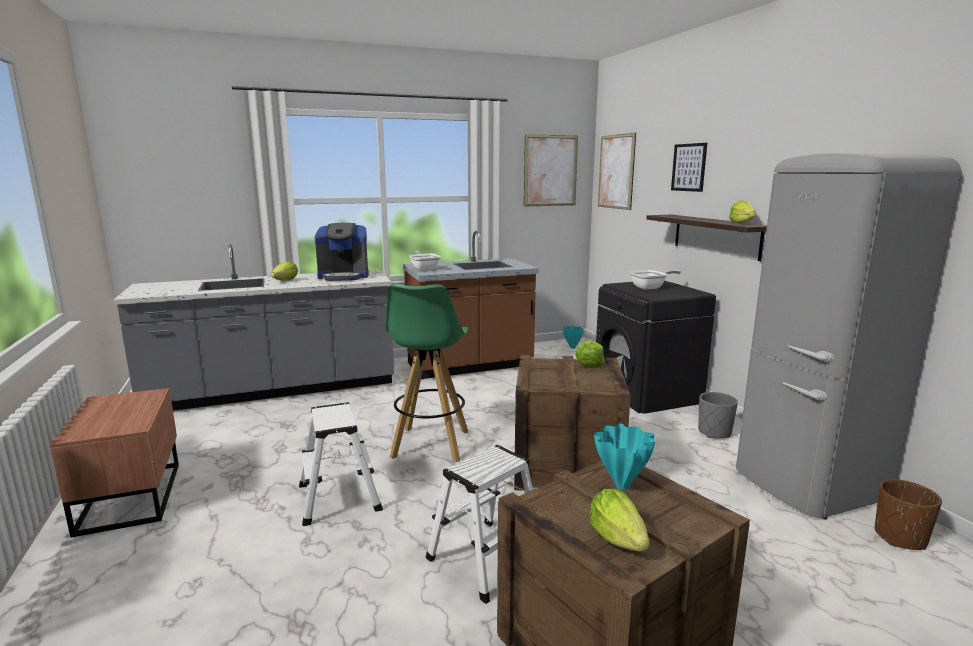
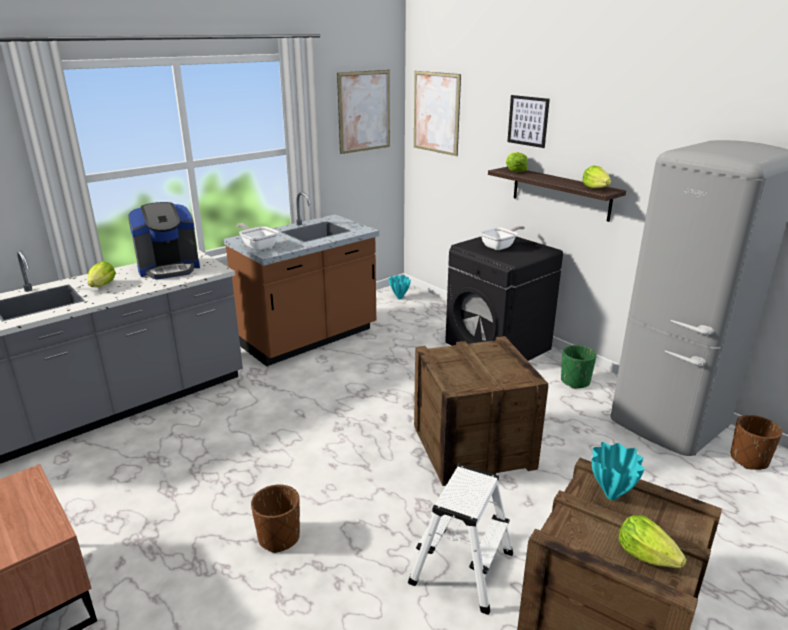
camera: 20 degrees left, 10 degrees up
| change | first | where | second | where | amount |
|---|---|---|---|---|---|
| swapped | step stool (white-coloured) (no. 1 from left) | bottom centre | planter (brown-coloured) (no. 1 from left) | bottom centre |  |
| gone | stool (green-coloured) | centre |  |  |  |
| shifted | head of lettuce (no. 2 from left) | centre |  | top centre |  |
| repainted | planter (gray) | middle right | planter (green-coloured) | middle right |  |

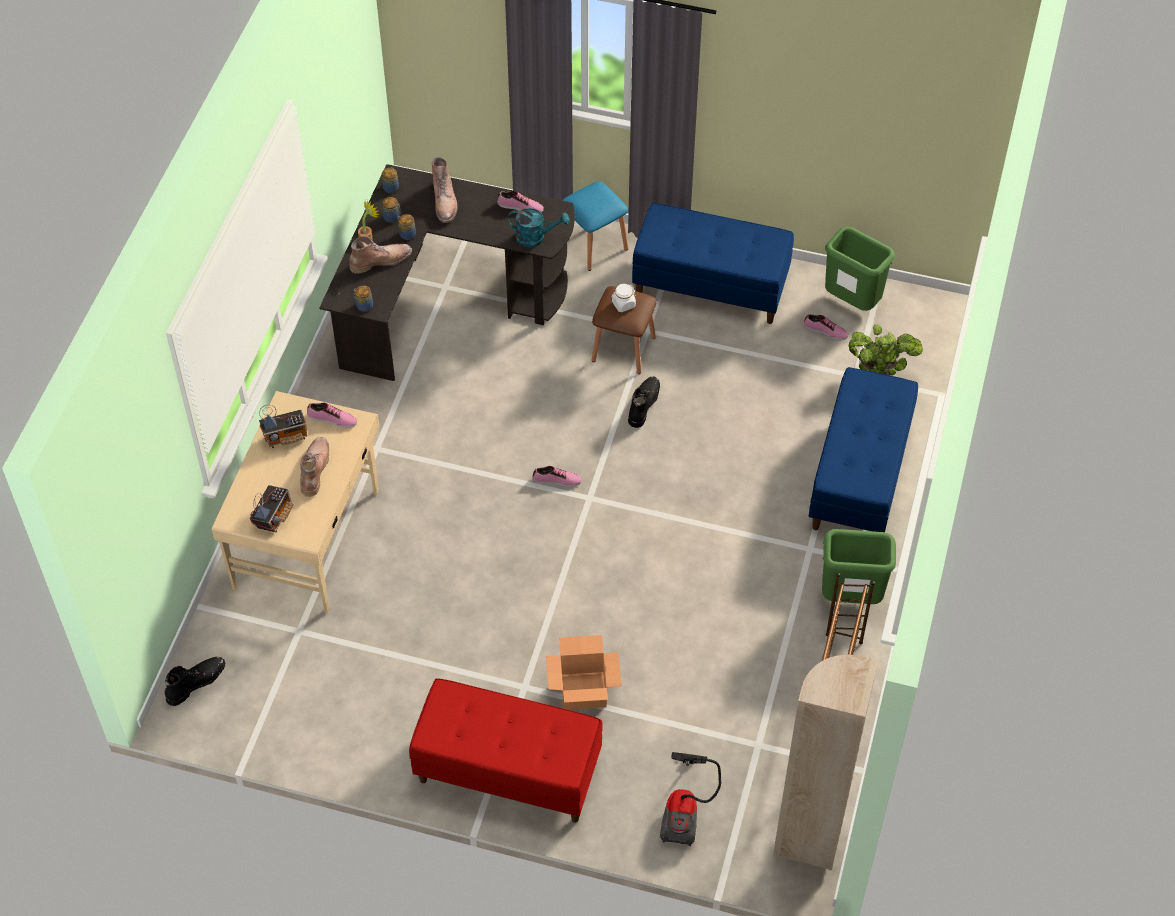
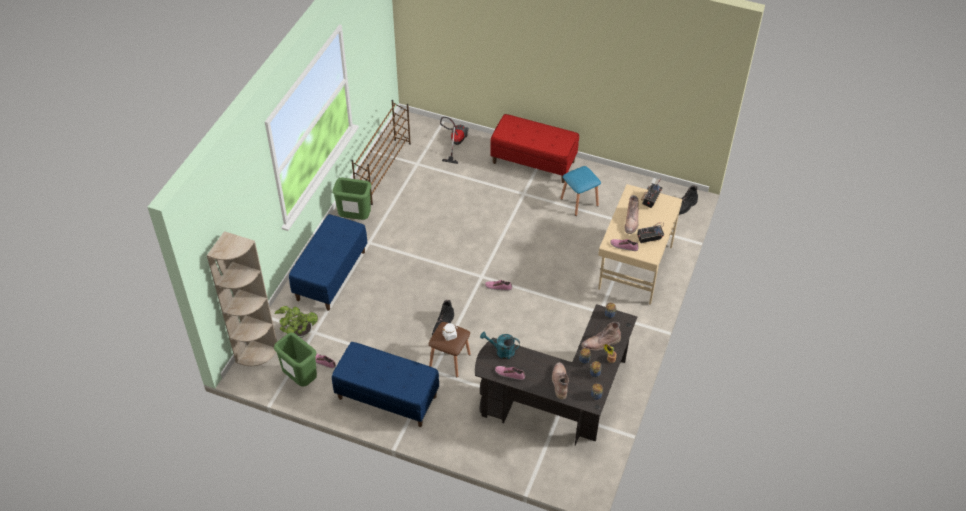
camera: 175 degrees left, 5 degrees down
| change | first | where | second | where | amount |
|---|---|---|---|---|---|
| gone | carton | bottom centre |  |  |  |
| shifted | stool (bluish) | top centre |  | centre |  |
| shifted | bookshelf (beige-coloured) | bottom right |  | middle left |  |

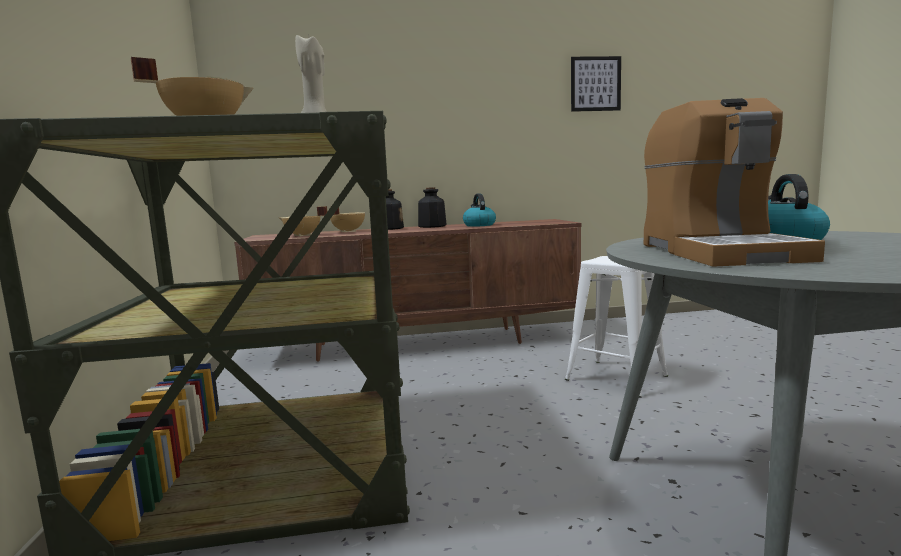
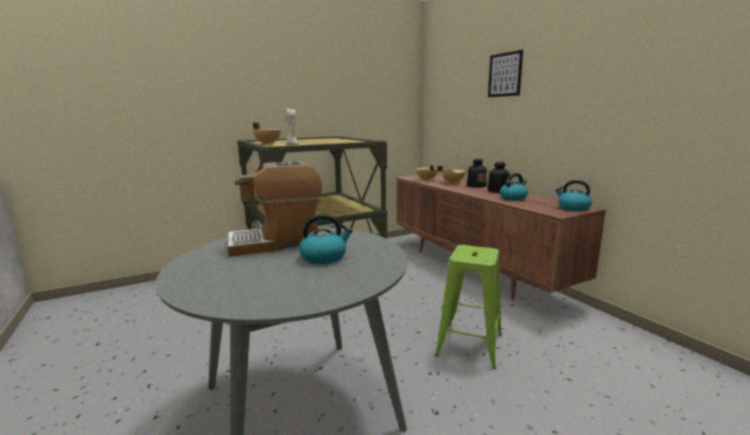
camera: 70 degrees right, 5 degrees up
| change | first | where | second | where | amount |
|---|---|---|---|---|---|
| repainted | stool (white-coloured) | middle right | stool (green-coloured) | bottom centre |  |
| shifted | picture | top centre |  | top right |  |
| new |  |  | tea kettle (no. 3 from left) | middle right |  |

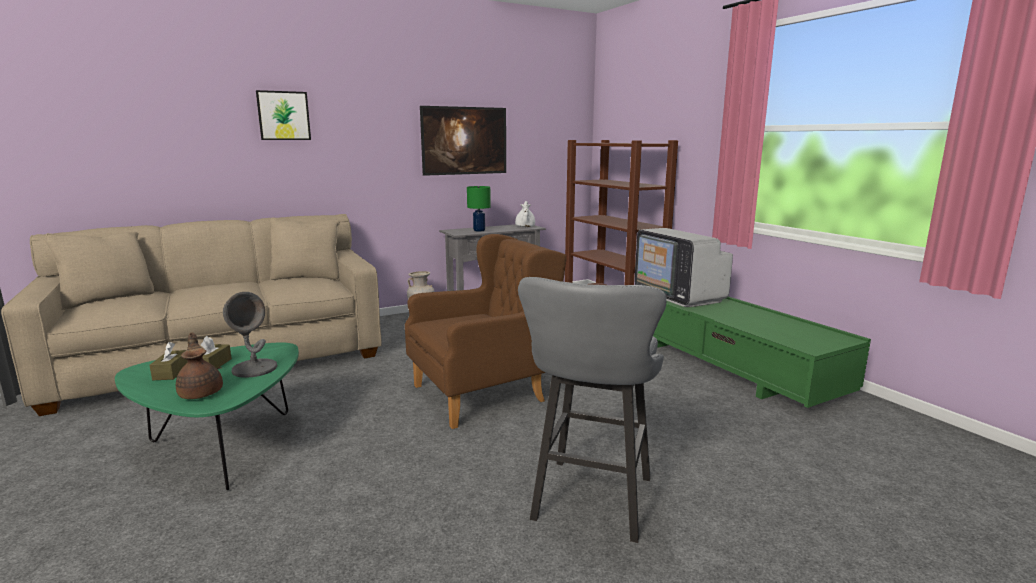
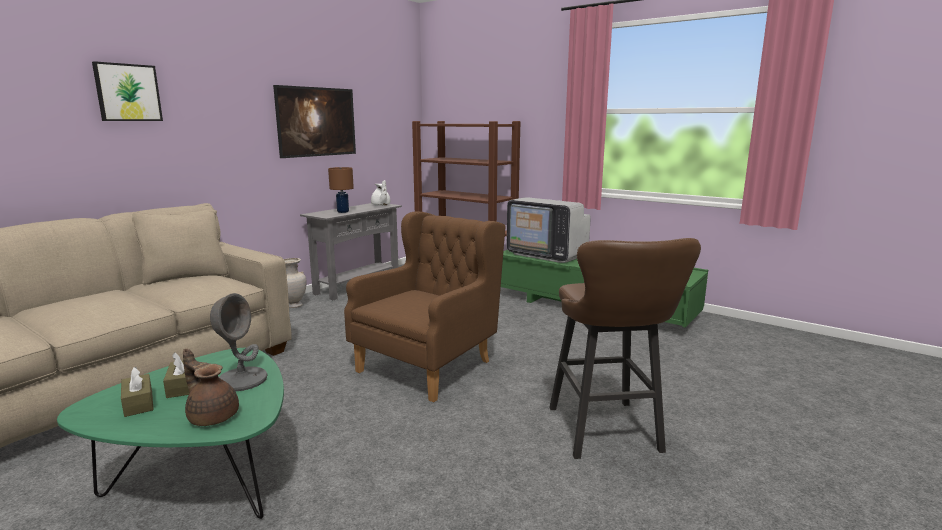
camera: 25 degrees left, 0 degrees up
| change | first | where | second | where | amount |
|---|---|---|---|---|---|
| repainted | tabletop lamp (green-coloured) | centre | tabletop lamp (brown-coloured) | centre |  |
| repainted | stool (gray) | bottom centre | stool (brown-coloured) | centre |  |

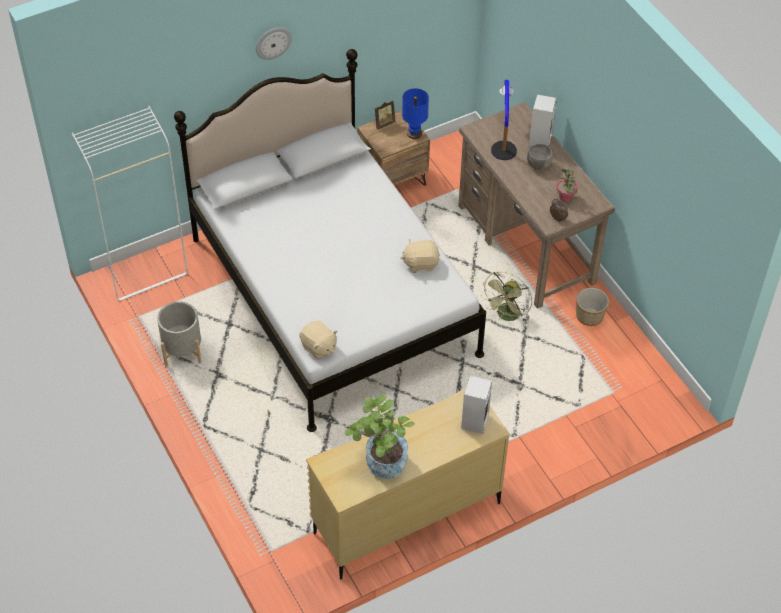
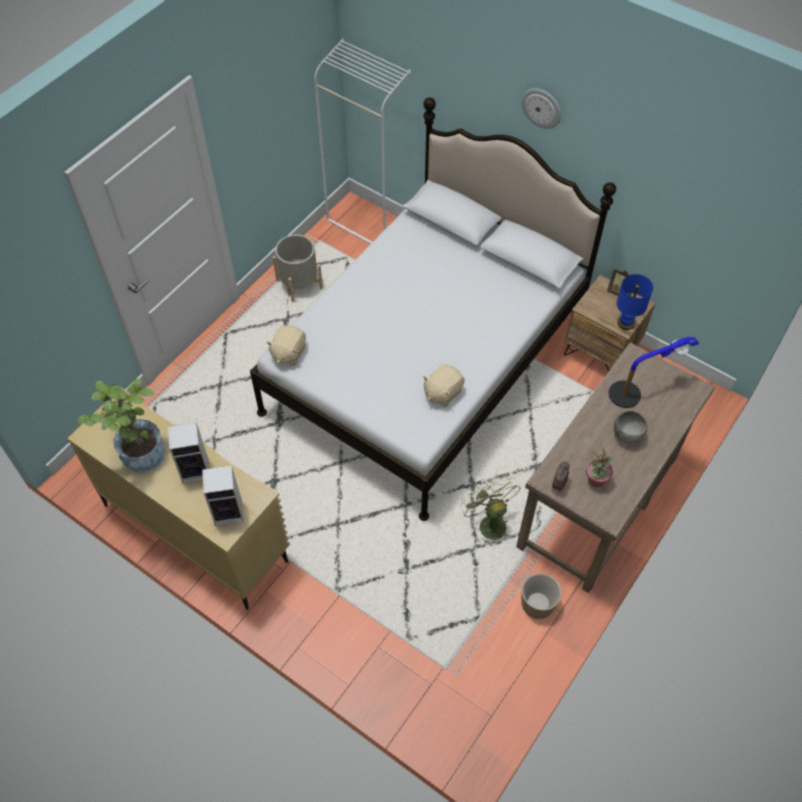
camera: 65 degrees right, 5 degrees up
| change | first | where | second | where | amount |
|---|---|---|---|---|---|
| rotated | soft toy (beige-coloured) (no. 2 from left) | centre |  | centre | 105 degrees counterclockwise |
| rotated | fan (green-coloured) | centre |  | centre | 60 degrees clockwise |
| shifted | speaker (no. 2 from left in the first image) | top right | speaker (no. 1 from left) | middle left |  |

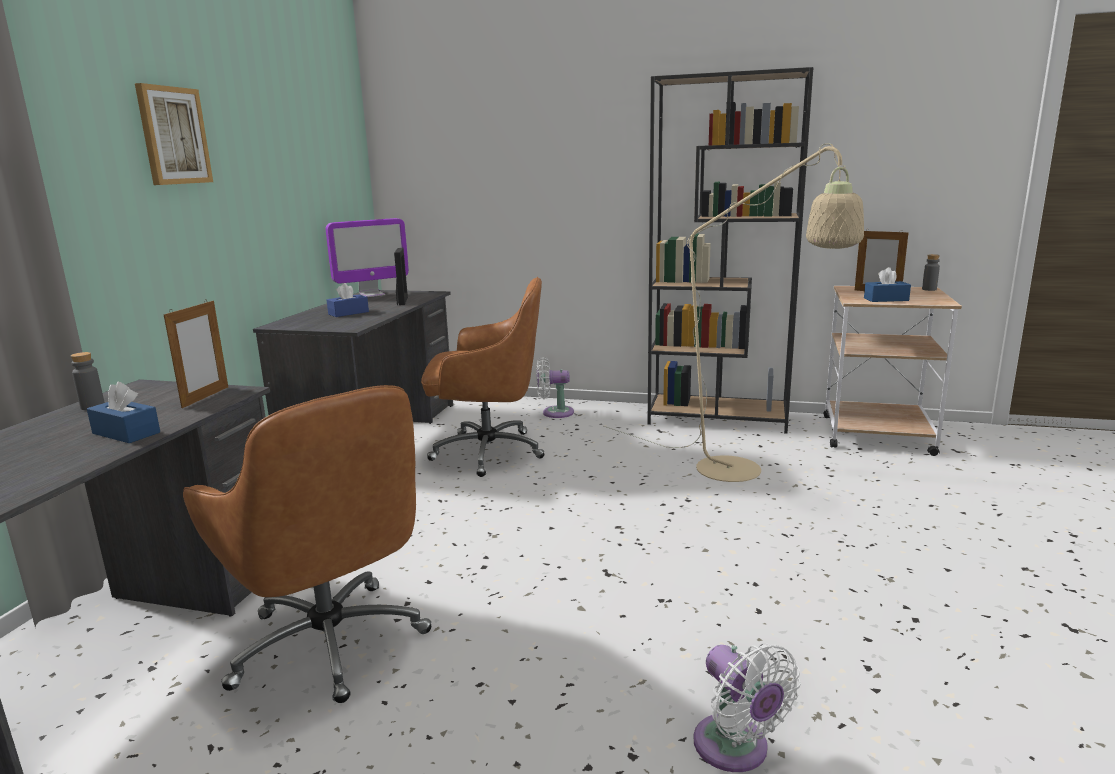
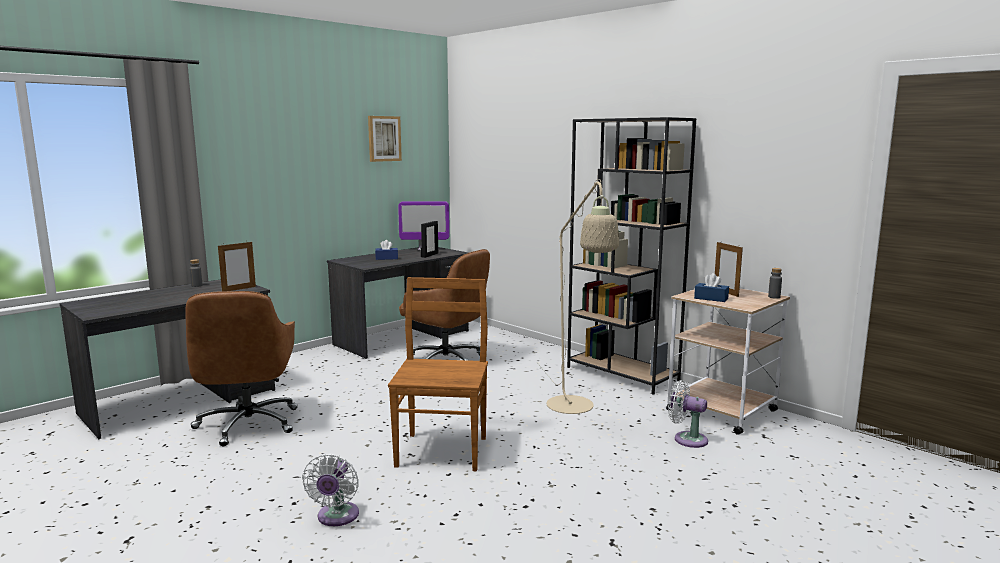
camera: 30 degrees right, 5 degrees down
| change | first | where | second | where | amount |
|---|---|---|---|---|---|
| gone | tissue box (bluish) (no. 1 from left) | middle left |  |  |  |
| shifted | picture | top left |  | top centre |  |
| shifted | fan (white-coloured) (no. 1 from left in the first image) | centre | fan (white-coloured) (no. 2 from left) | bottom right |  |
| new |  |  | plain chair (brown-coloured) | centre |  |

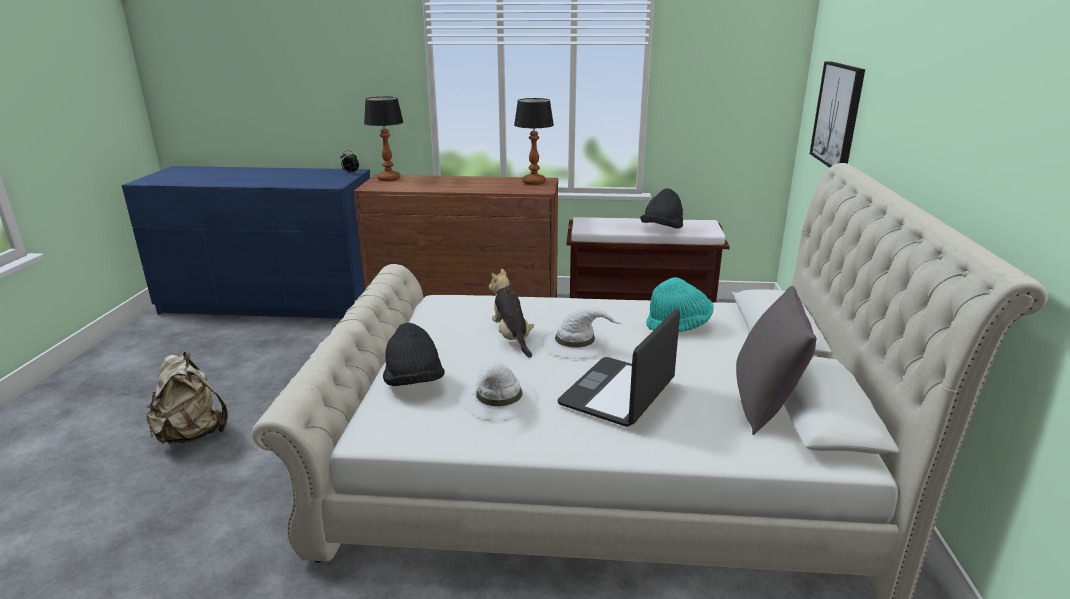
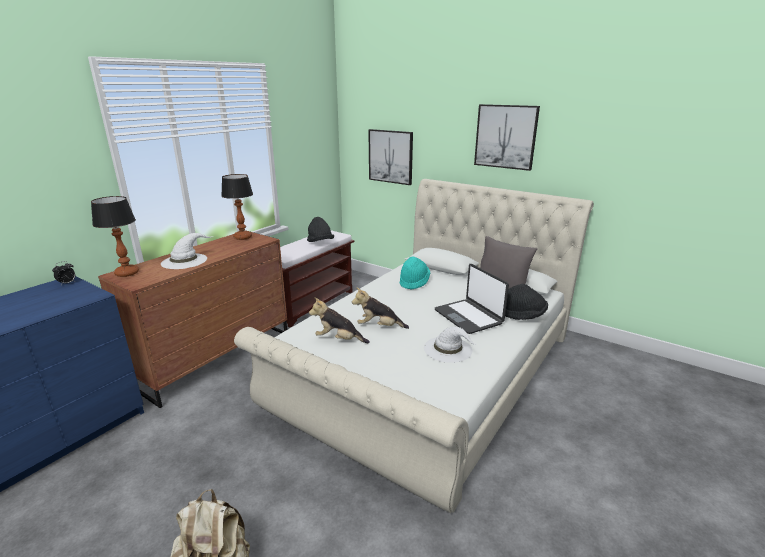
camera: 60 degrees left, 0 degrees up
| change | first | where | second | where | amount |
|---|---|---|---|---|---|
| shifted | hat (blackish) (no. 1 from left in the first image) | centre | hat (blackish) (no. 2 from left) | middle right |  |
| shifted | hat (white-coloured) (no. 2 from left in the first image) | centre | hat (white-coloured) (no. 1 from left) | middle left |  |
| new |  |  | soft toy (no. 1 from left) | centre |  |
| new |  |  | picture (no. 2 from left) | top centre |  |

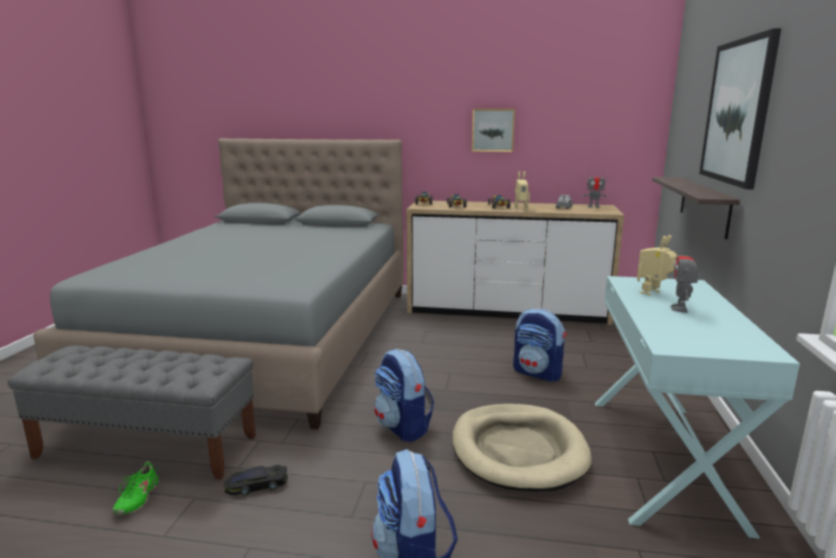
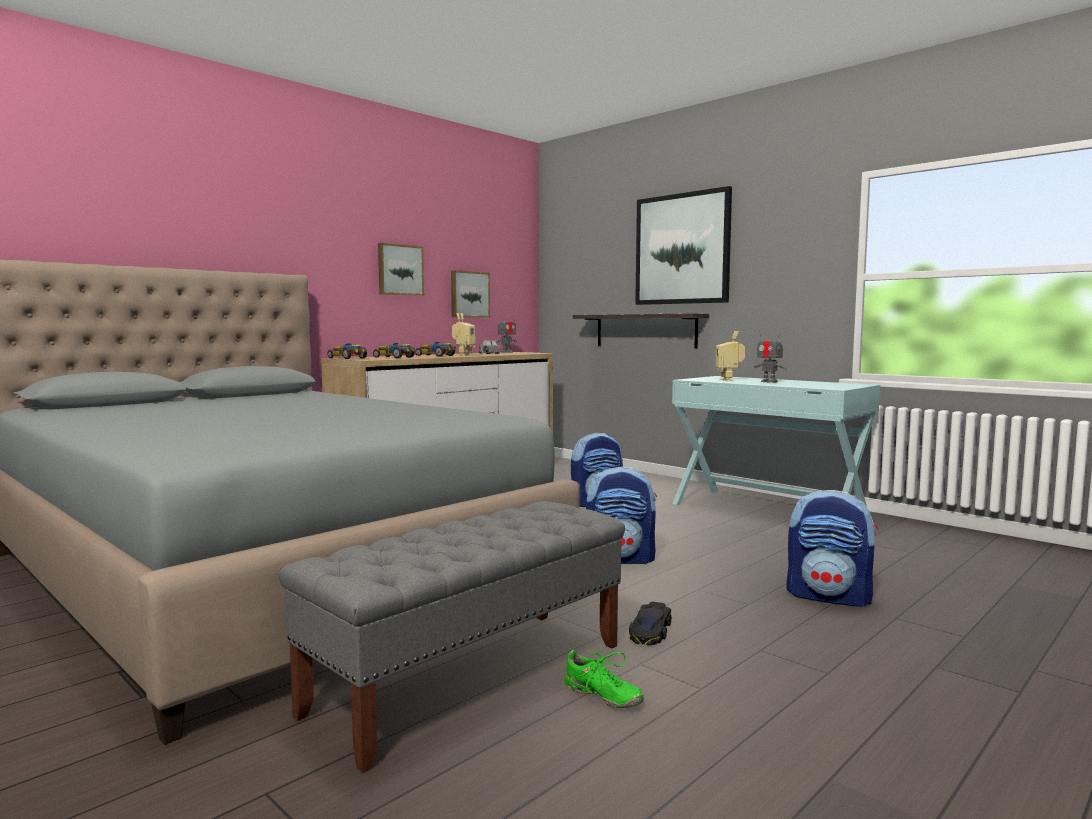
camera: 55 degrees left, 10 degrees down
| change | first | where | second | where | amount |
|---|---|---|---|---|---|
| gone | pet bed (beige-coloured) | bottom centre |  |  |  |
| new |  |  | picture (no. 2 from left) | centre |  |

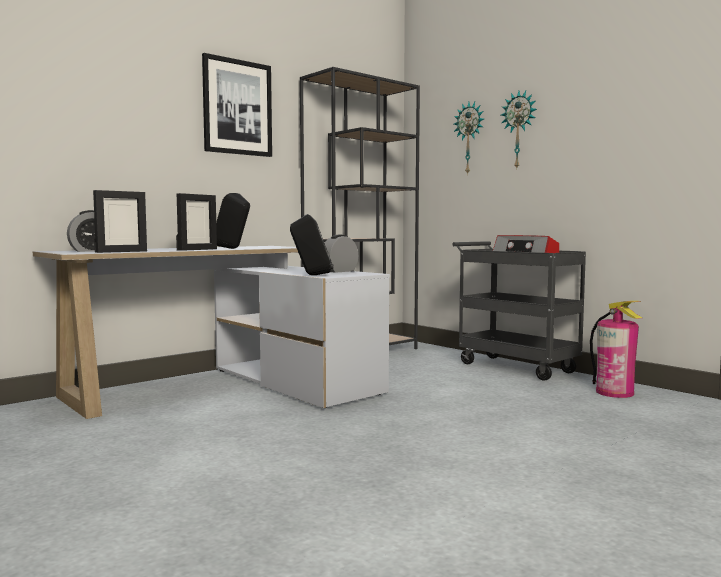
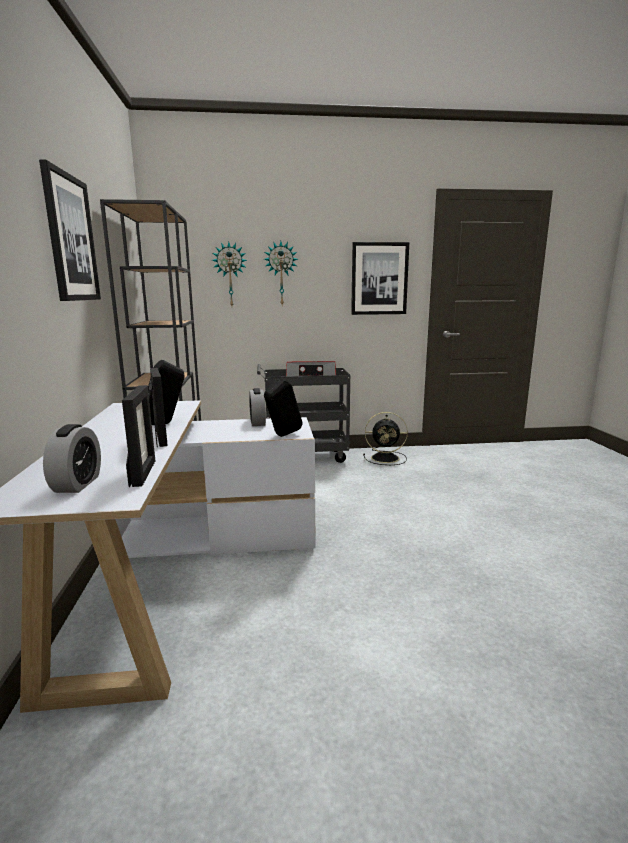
camera: 55 degrees left, 10 degrees up
| change | first | where | second | where | amount |
|---|---|---|---|---|---|
| swapped | extinguisher | middle right | fan (blackish) | centre |  |
| new |  |  | picture (no. 2 from left) | top centre |  |

